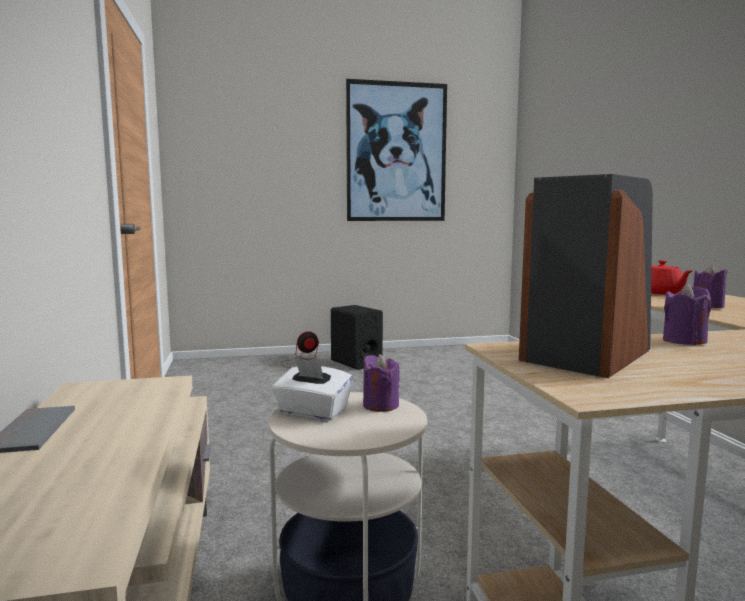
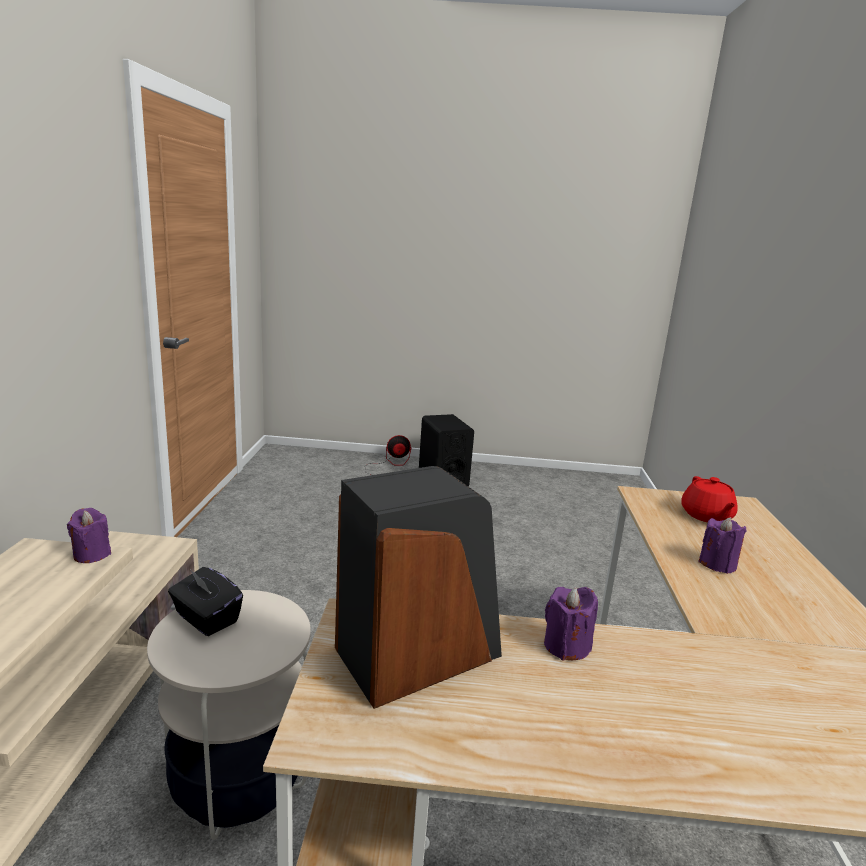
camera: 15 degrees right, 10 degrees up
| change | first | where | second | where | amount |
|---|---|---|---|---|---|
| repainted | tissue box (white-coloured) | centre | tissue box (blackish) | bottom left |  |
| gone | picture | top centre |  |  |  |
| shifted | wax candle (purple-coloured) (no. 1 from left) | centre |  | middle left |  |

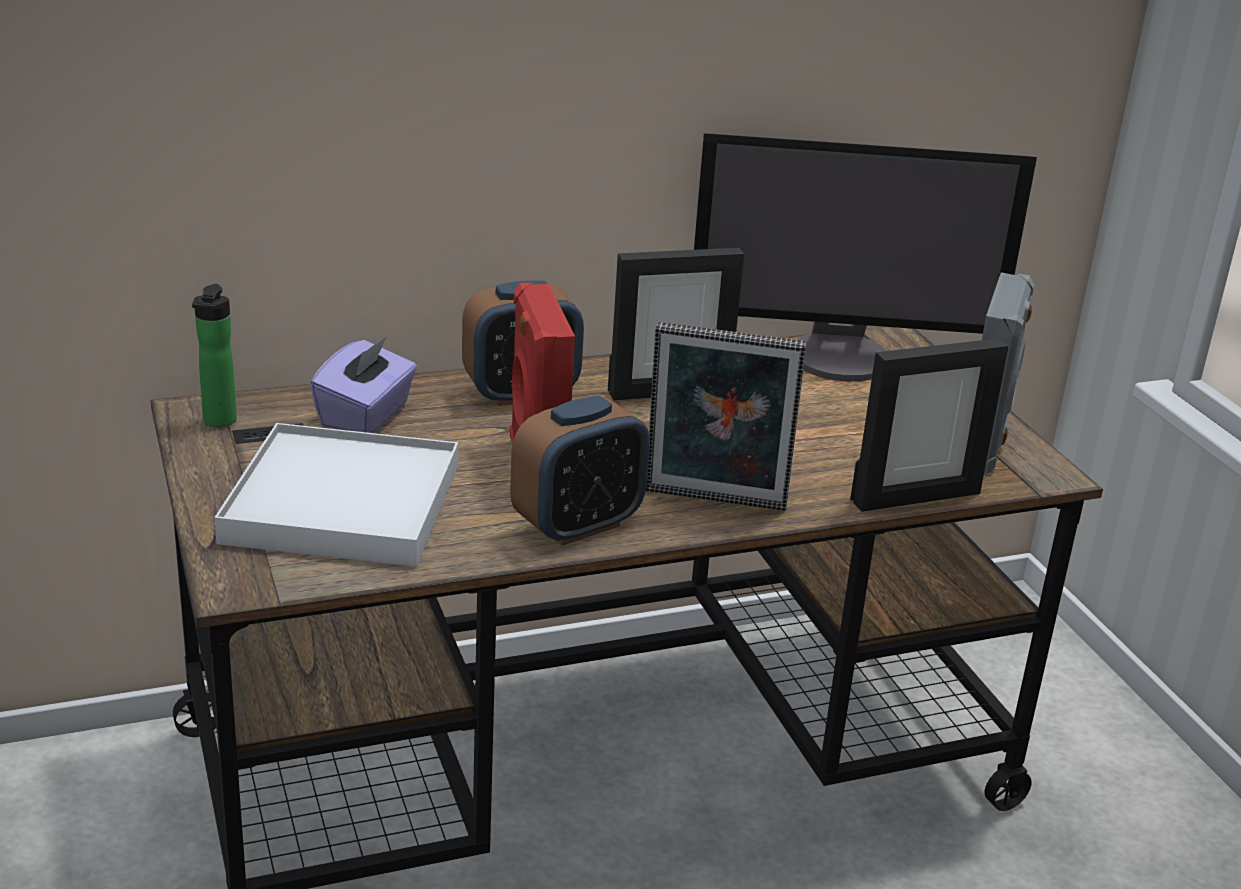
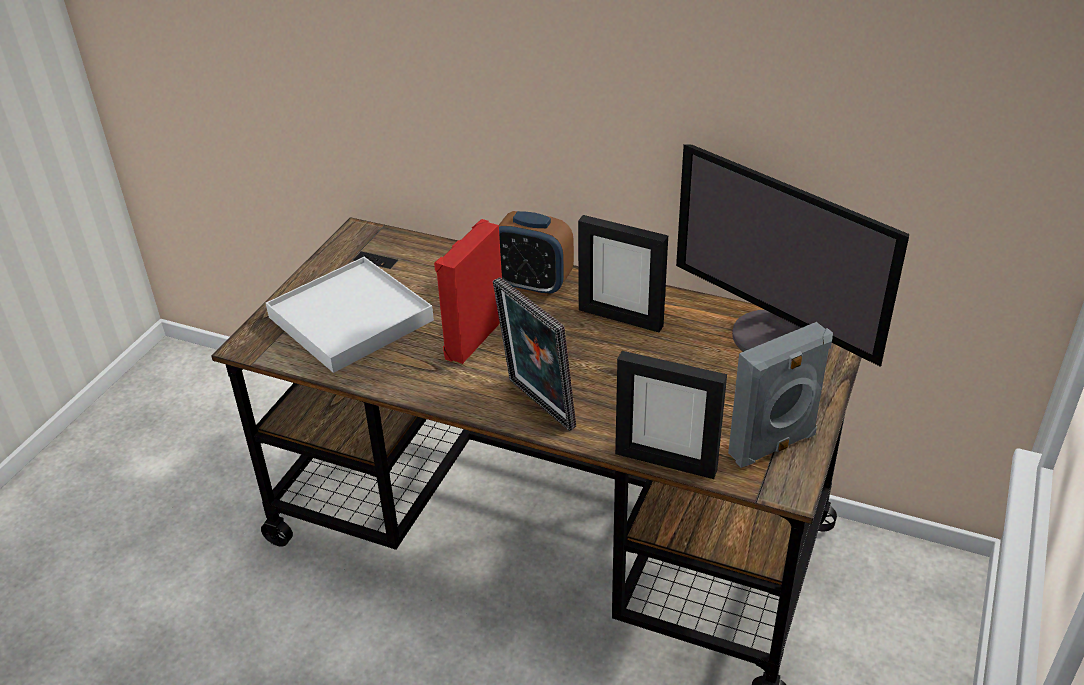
camera: 45 degrees right, 10 degrees up
| change | first | where | second | where | amount |
|---|---|---|---|---|---|
| gone | bottle | middle left |  |  |  |
| gone | tissue box (purple-coloured) | middle left |  |  |  |
| gone | table clock (no. 2 from left) | centre |  |  |  |

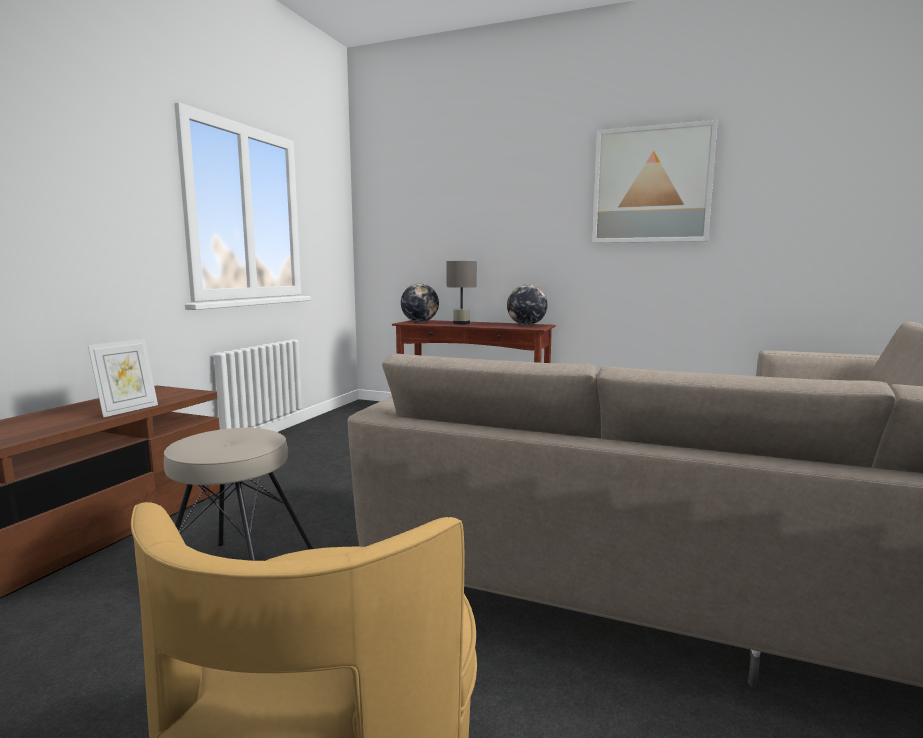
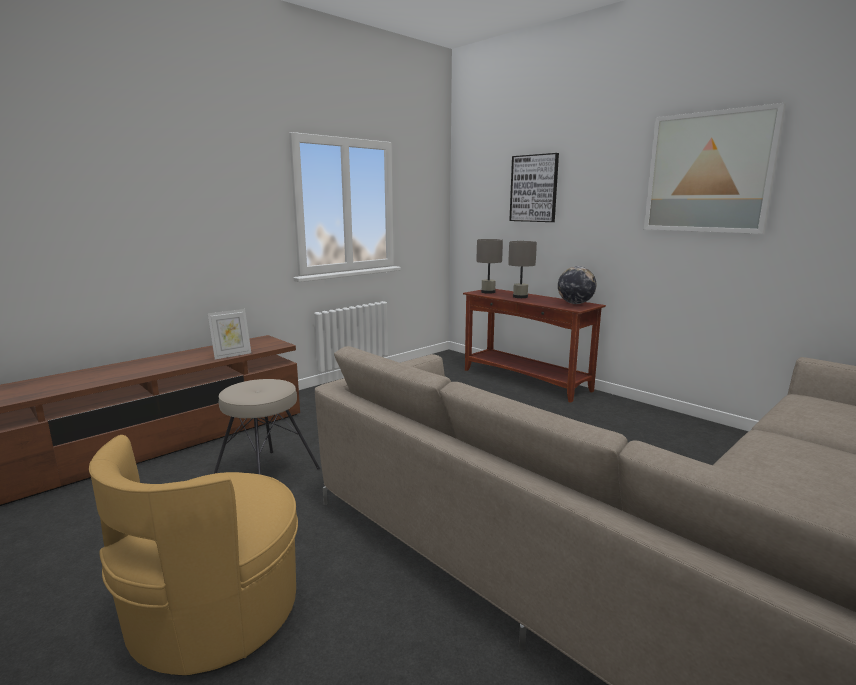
camera: 25 degrees right, 5 degrees up
| change | first | where | second | where | amount |
|---|---|---|---|---|---|
| swapped | desk globe (no. 1 from left) | centre | tabletop lamp (gray) (no. 1 from left) | centre |  |
| new |  |  | picture (no. 1 from left) | top centre |  |

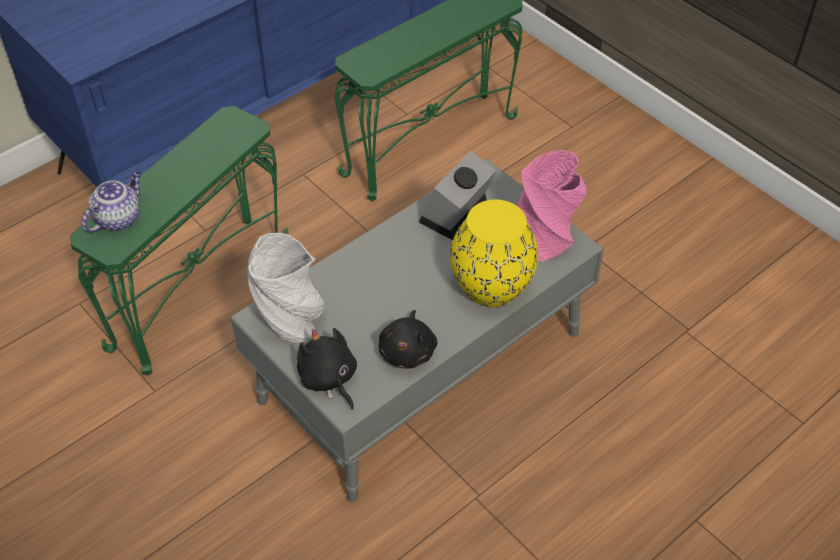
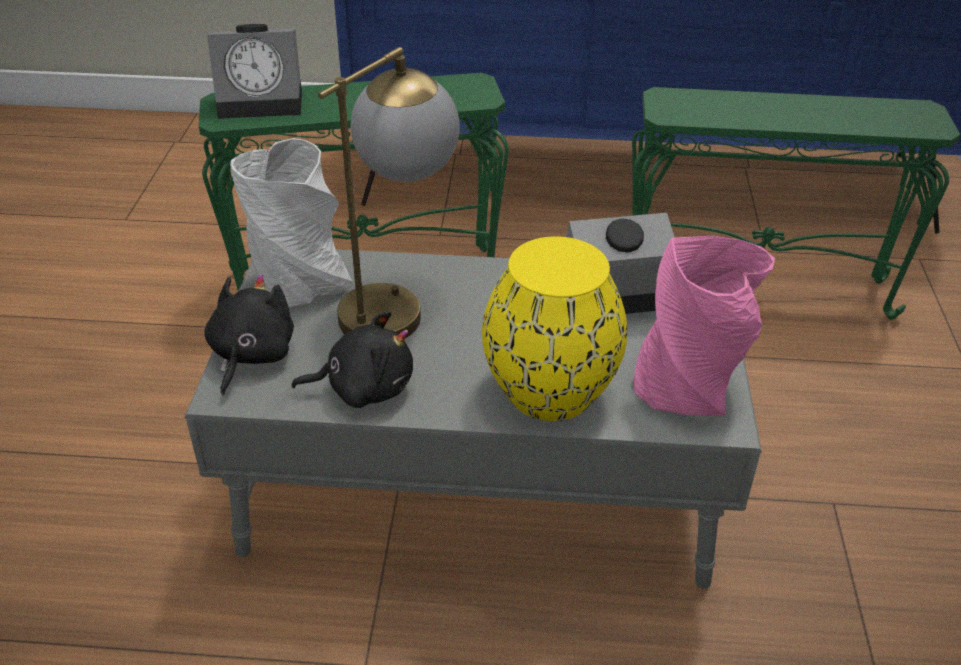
camera: 45 degrees right, 10 degrees down
| change | first | where | second | where | amount |
|---|---|---|---|---|---|
| swapped | tea pot | middle left | table clock (no. 1 from left) | top left |  |
| rotated | soft toy (blackish) (no. 2 from left) | centre |  | centre | 150 degrees counterclockwise |
| new |  |  | tabletop lamp | top centre |  |

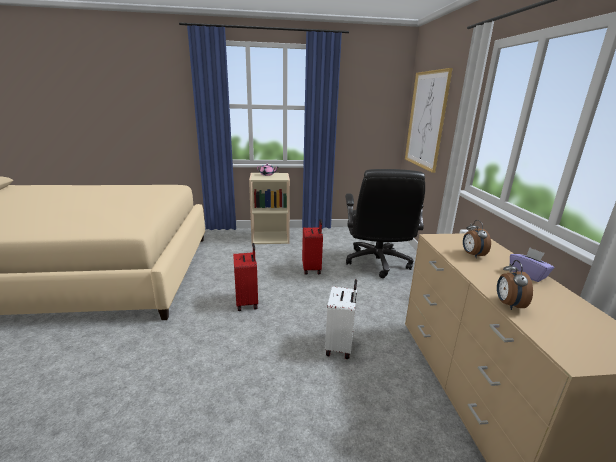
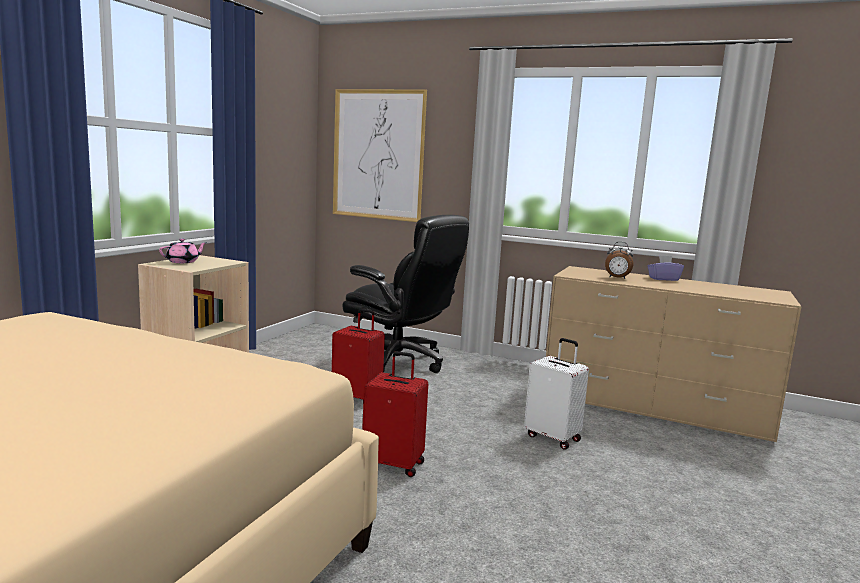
camera: 60 degrees left, 10 degrees down
| change | first | where | second | where | amount |
|---|---|---|---|---|---|
| gone | table clock (no. 2 from left) | middle right |  |  |  |

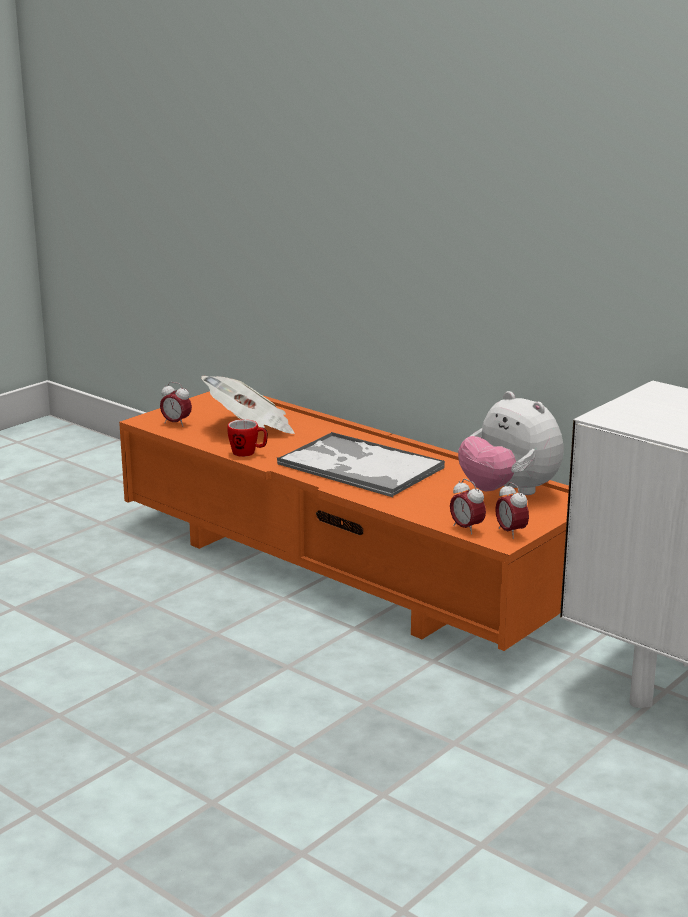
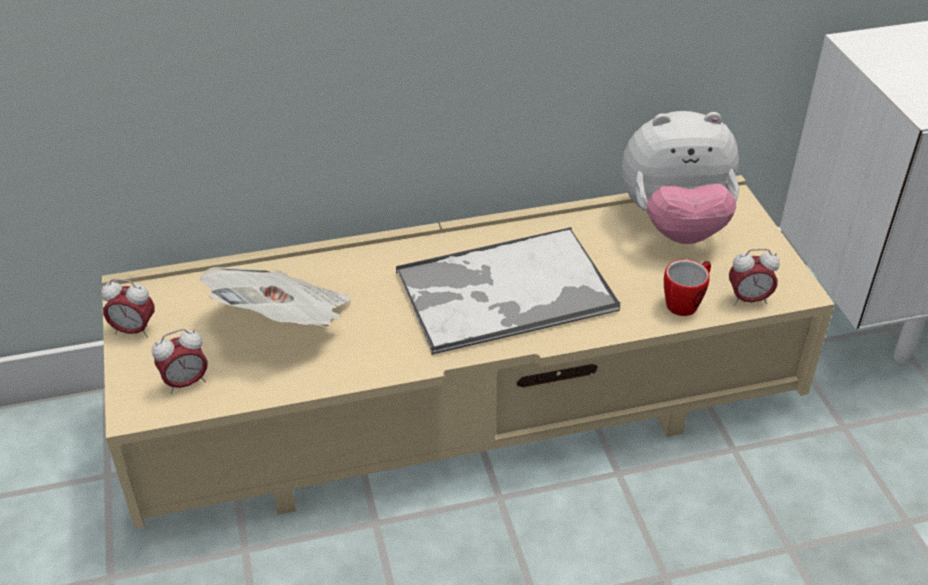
camera: 55 degrees left, 20 degrees up
| change | first | where | second | where | amount |
|---|---|---|---|---|---|
| repainted | tv unit (orangey) | centre | tv unit (beige-coloured) | centre |  |
| shifted | coffee mug | centre |  | middle right |  |
| shifted | table clock (no. 3 from left in the first image) | middle right | table clock (no. 1 from left) | middle left |  |

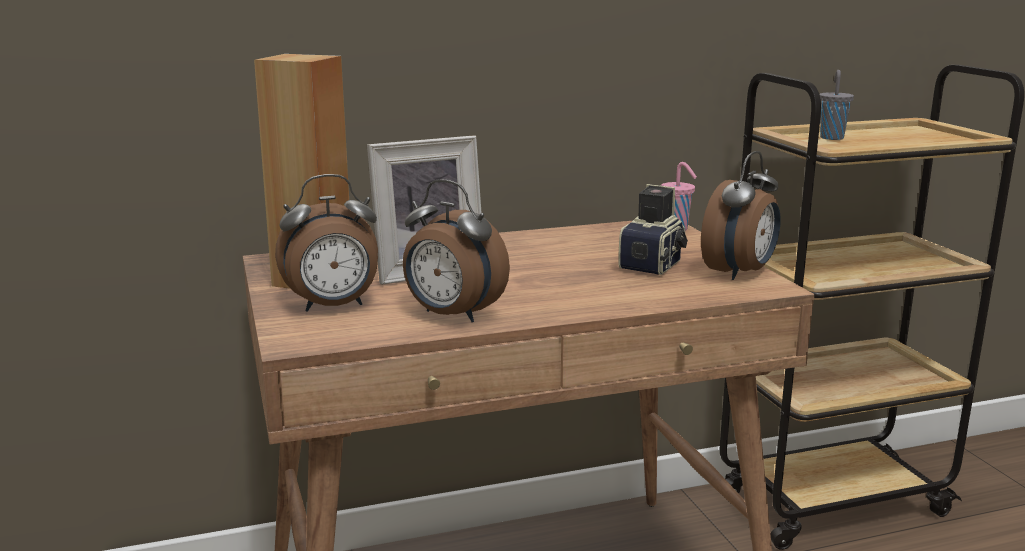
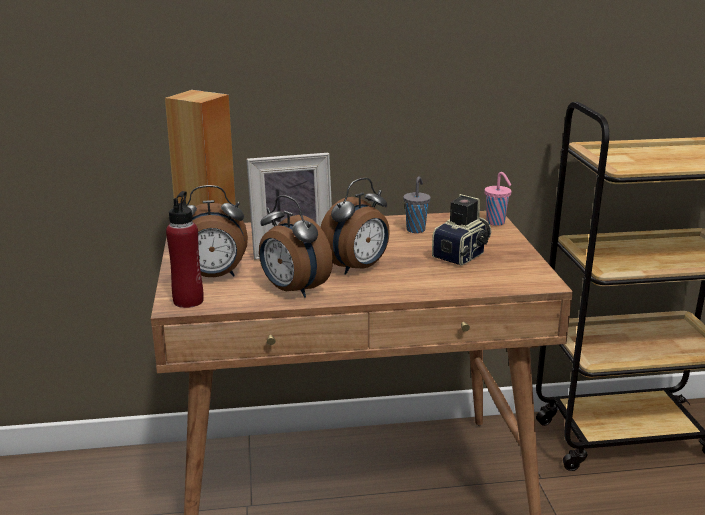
camera: 10 degrees right, 5 degrees up
| change | first | where | second | where | amount |
|---|---|---|---|---|---|
| shifted | table clock (no. 3 from left) | middle right |  | centre |  |
| shifted | cup (gray) | top right |  | centre |  |
| new |  |  | bottle (red) | middle left |  |

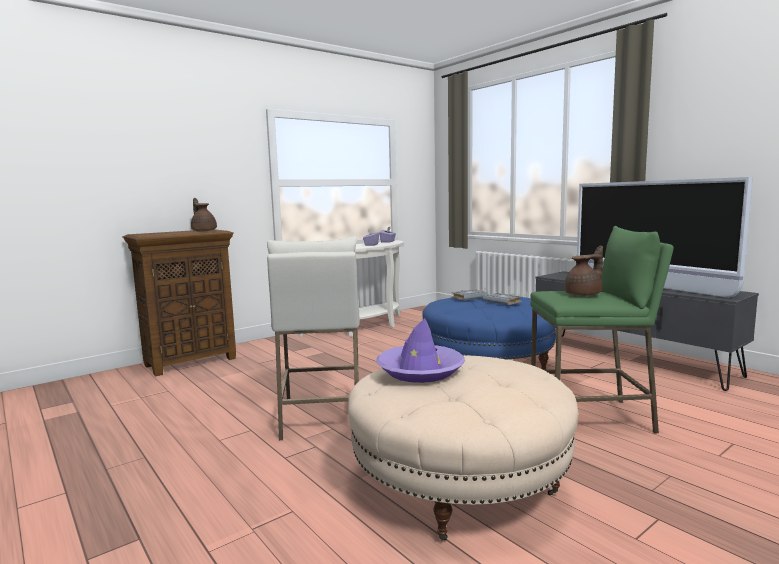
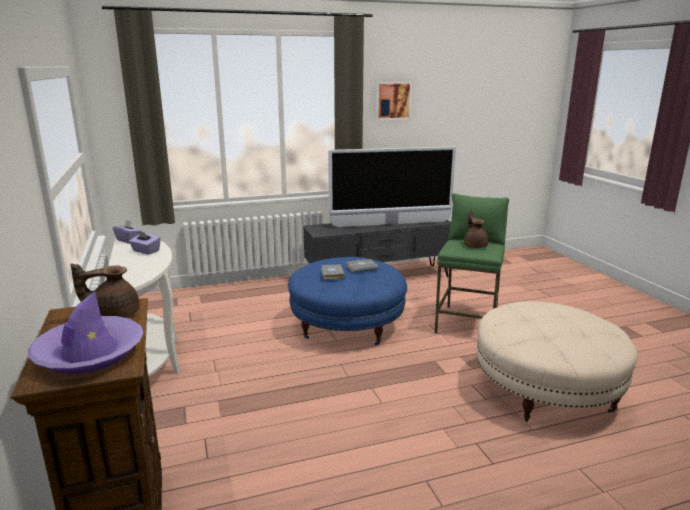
camera: 70 degrees left, 10 degrees up
| change | first | where | second | where | amount |
|---|---|---|---|---|---|
| gone | stool (white-coloured) | centre |  |  |  |
| shifted | hat (purple-coloured) | centre |  | middle left |  |
| new |  |  | picture | top centre |  |

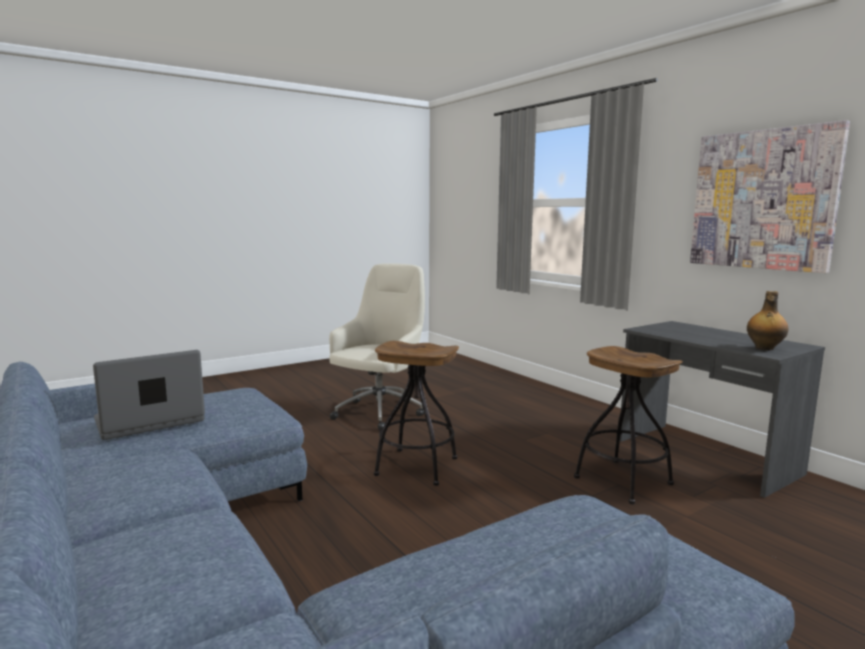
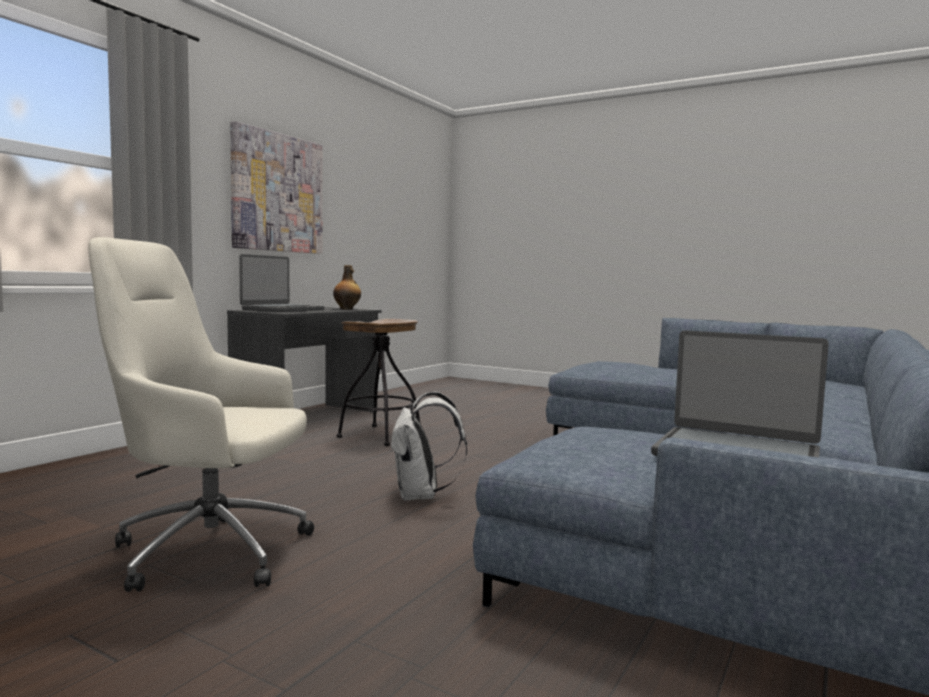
camera: 115 degrees left, 5 degrees down
| change | first | where | second | where | amount |
|---|---|---|---|---|---|
| swapped | stool (brown-coloured) (no. 1 from left) | centre | rucksack (white-coloured) | centre |  |
| new |  |  | notebook computer (no. 1 from left) | middle left |  |

